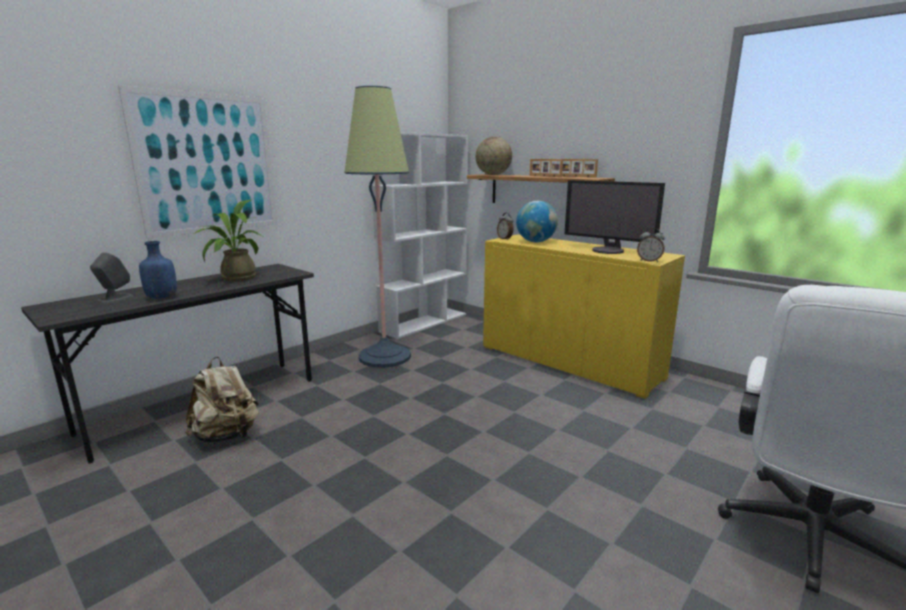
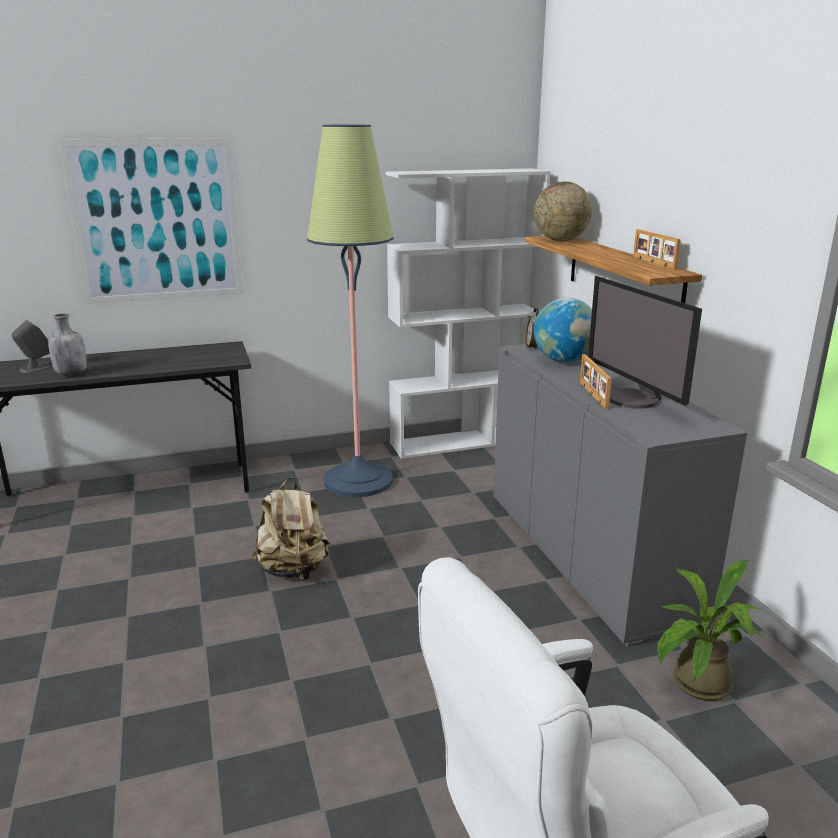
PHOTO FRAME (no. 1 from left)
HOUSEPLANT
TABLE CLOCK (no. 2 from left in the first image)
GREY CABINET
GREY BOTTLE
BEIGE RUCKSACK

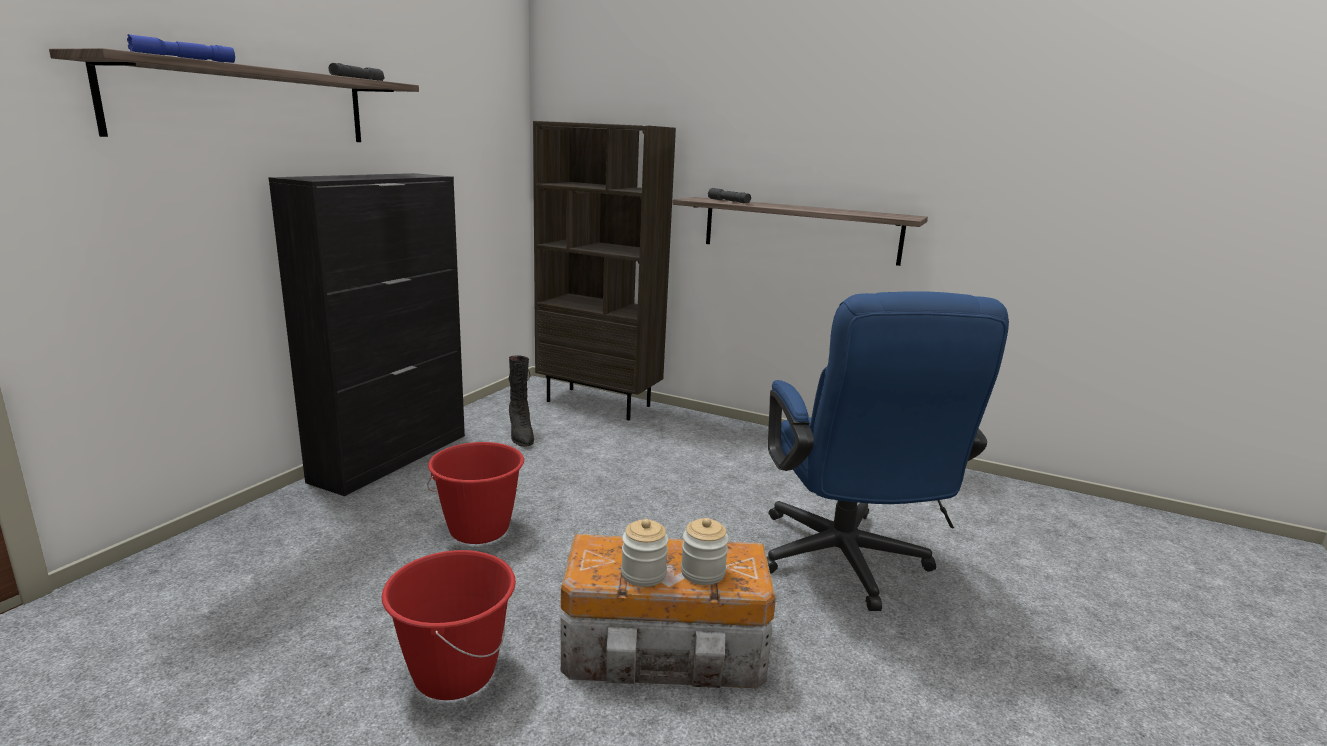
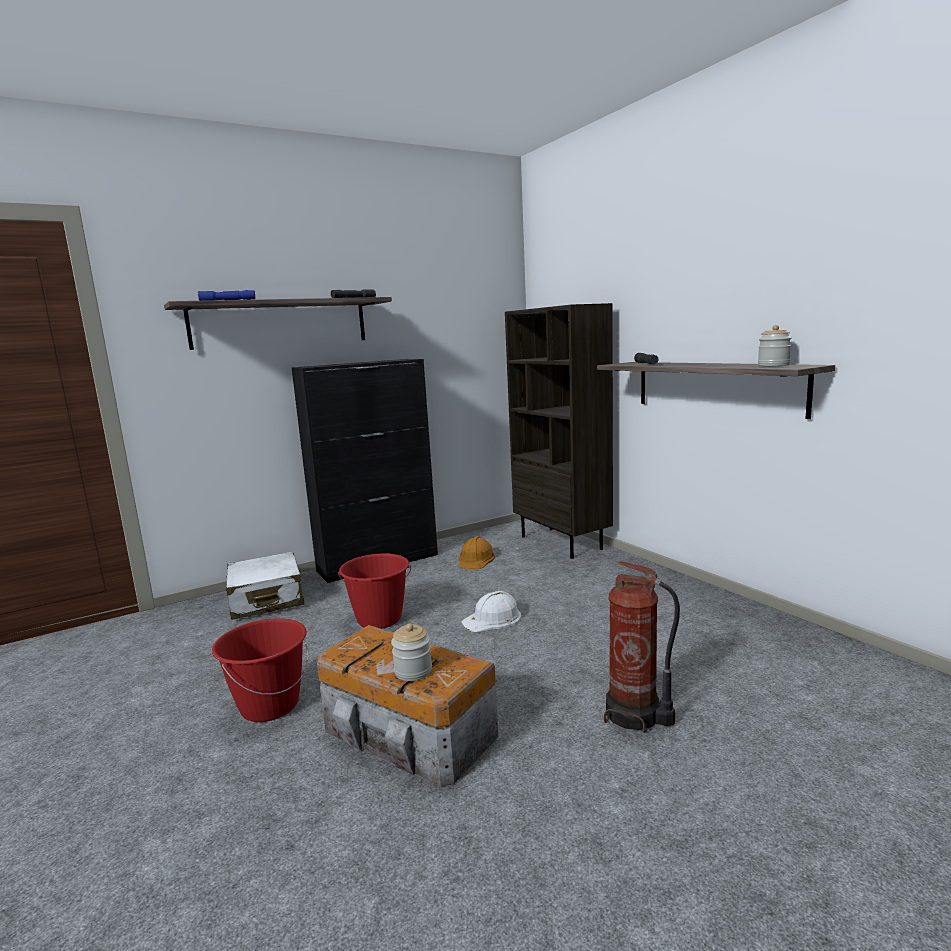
FIRE-FIGHTING CYLINDER
ORANGE-COLOURED SAFETY HELMET
JAR (no. 2 from left)
WHITE-COLOURED TRAVEL CASE
WHITE-COLOURED SAFETY HELMET

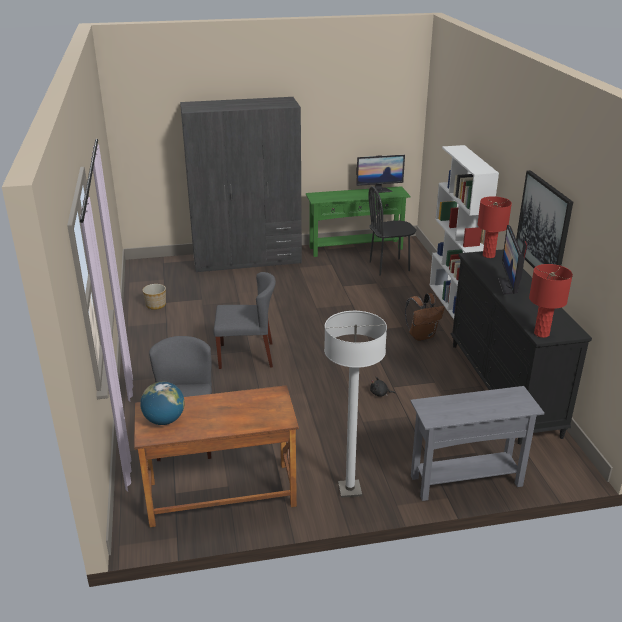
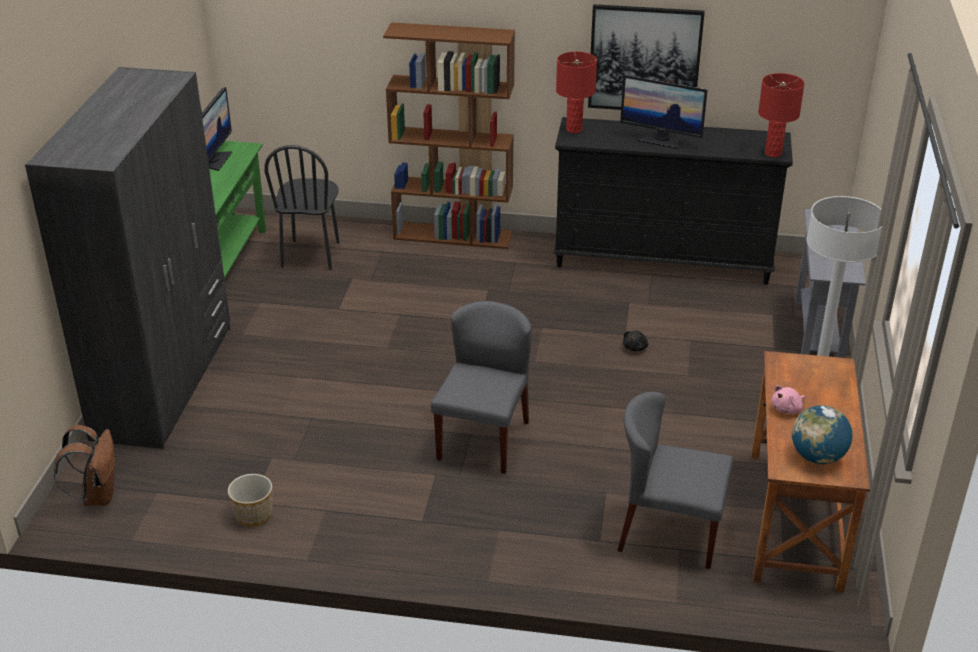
BROWN-COLOURED BOOKCASE
BROWN-COLOURED RUCKSACK
PINKISH SOFT TOY

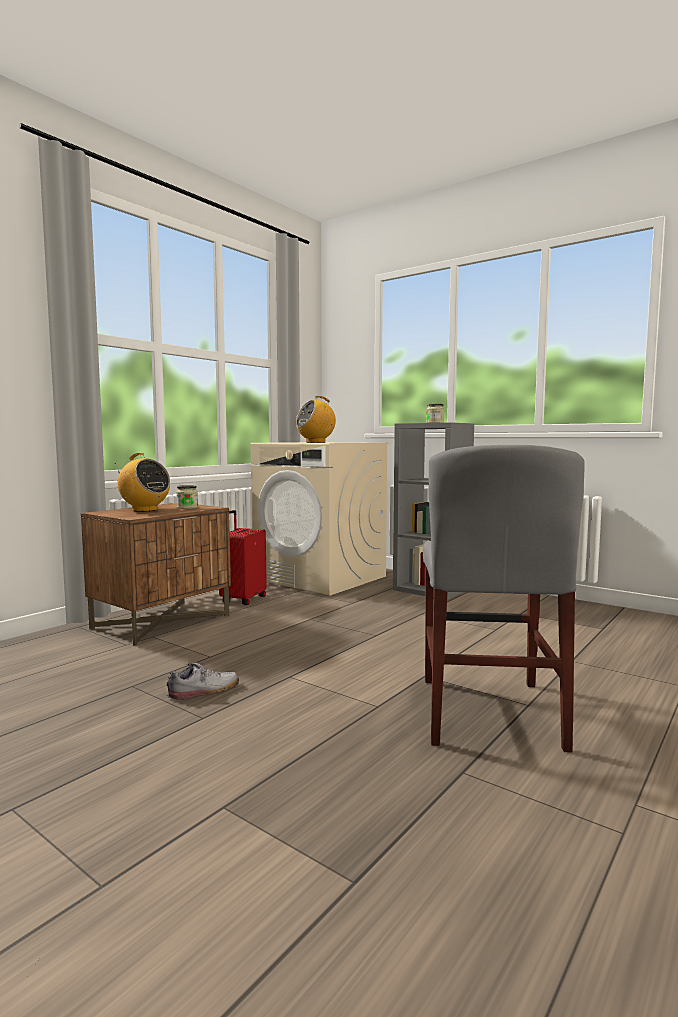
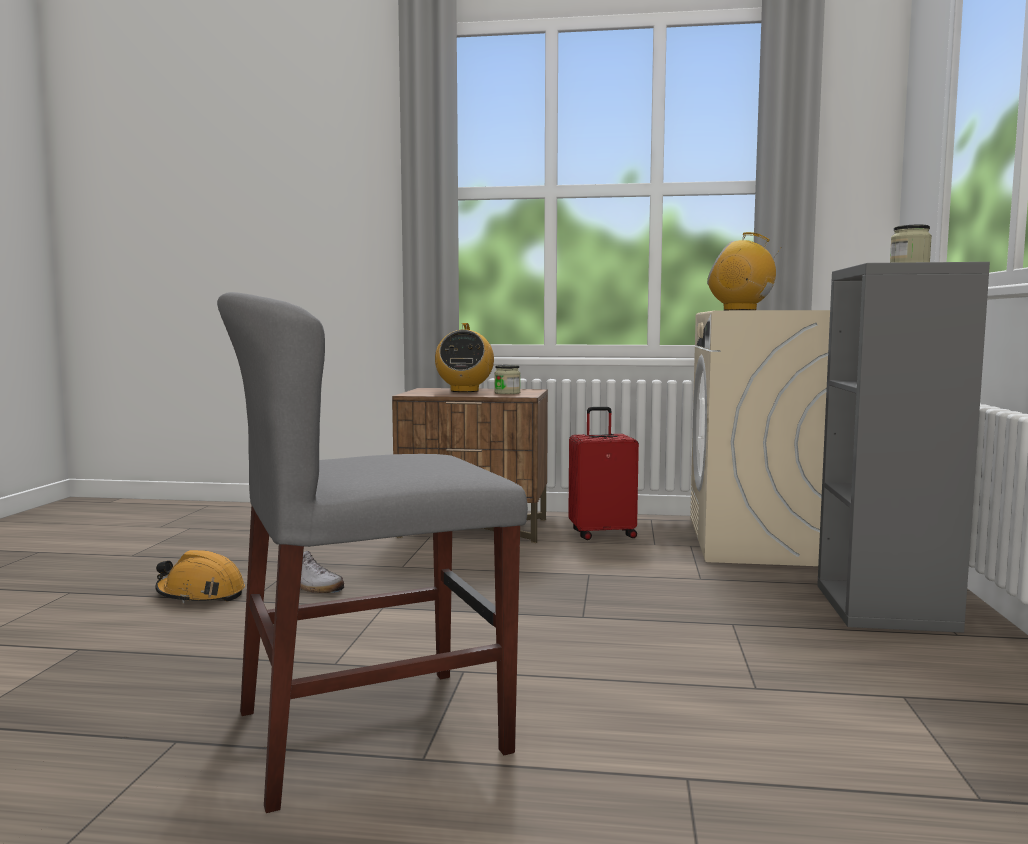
ORANGE-COLOURED SAFETY HELMET

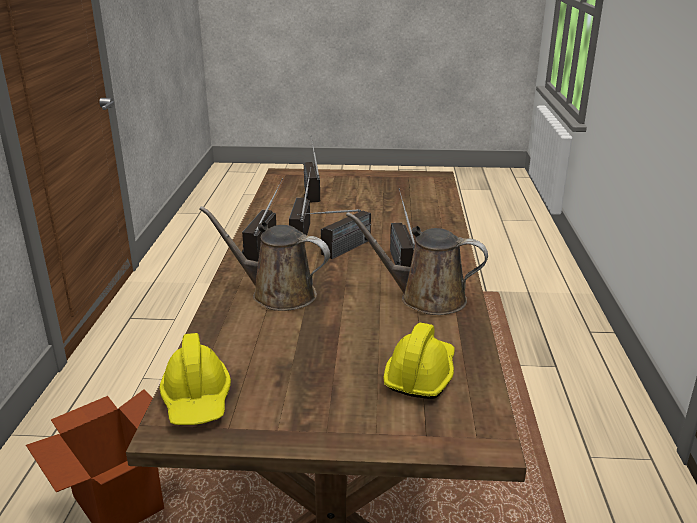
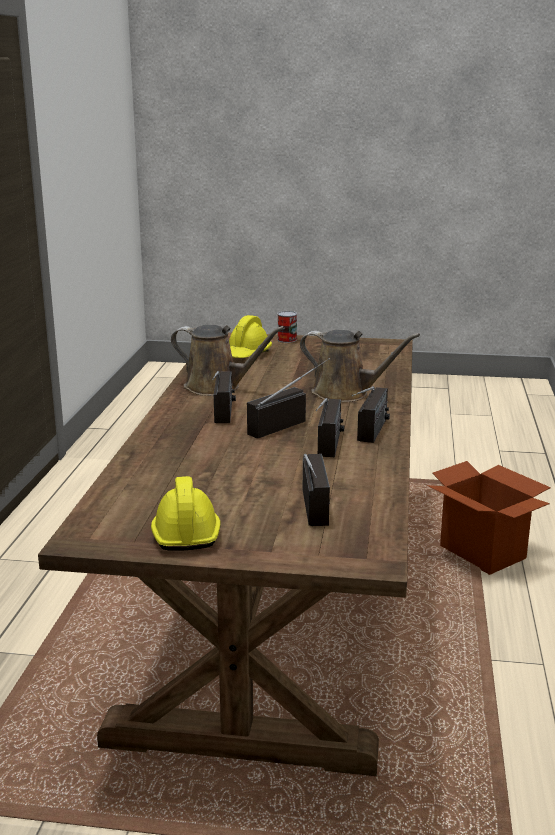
YELLOW-COLOURED SAFETY HELMET (no. 1 from left)
METAL CAN

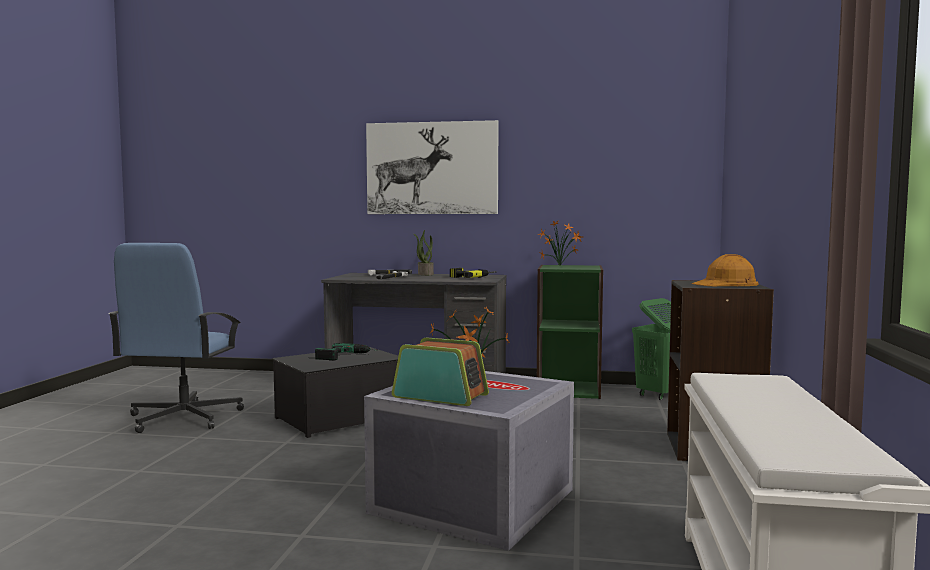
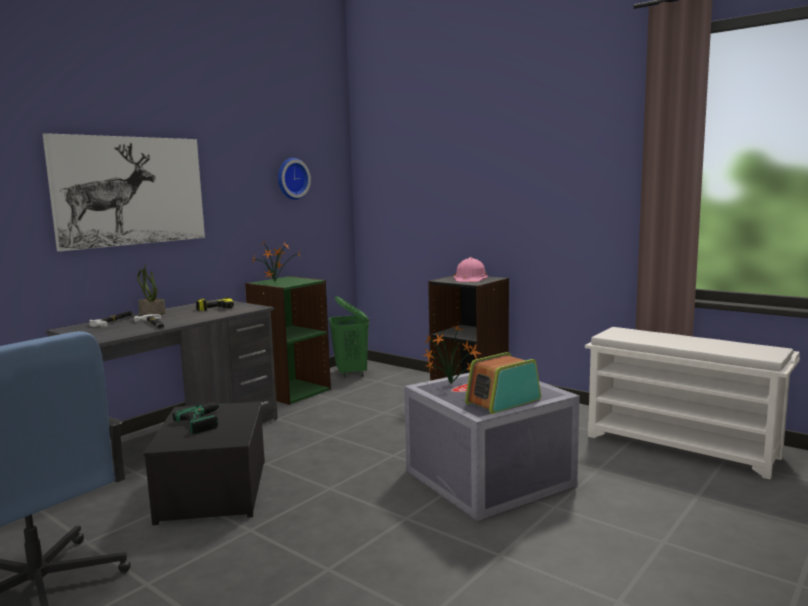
PINKISH SAFETY HELMET
CLOCK ON THE WALL

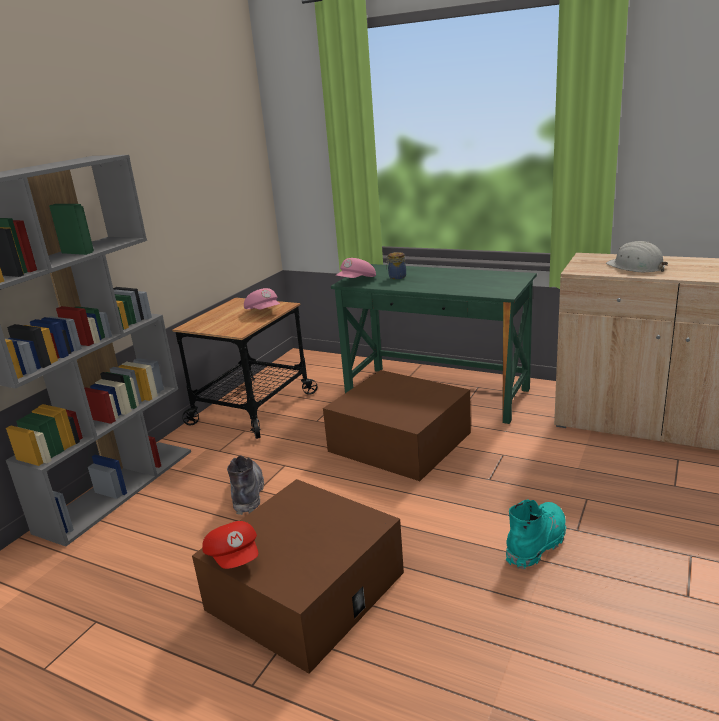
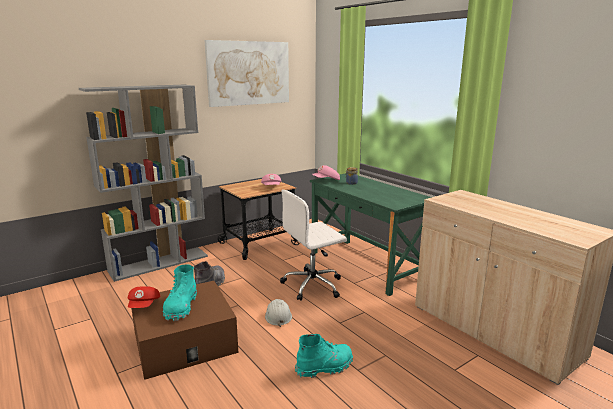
WHITE-COLOURED SAFETY HELMET
WHITE-COLOURED DESK CHAIR
PICTURE
TURQUOISE-COLOURED HIGH-TOP BOOT (no. 1 from left)

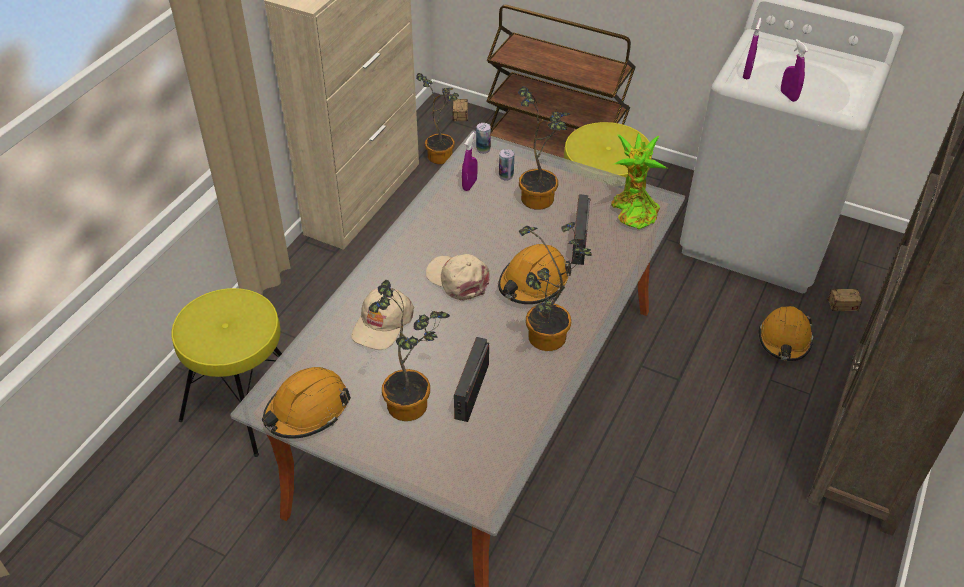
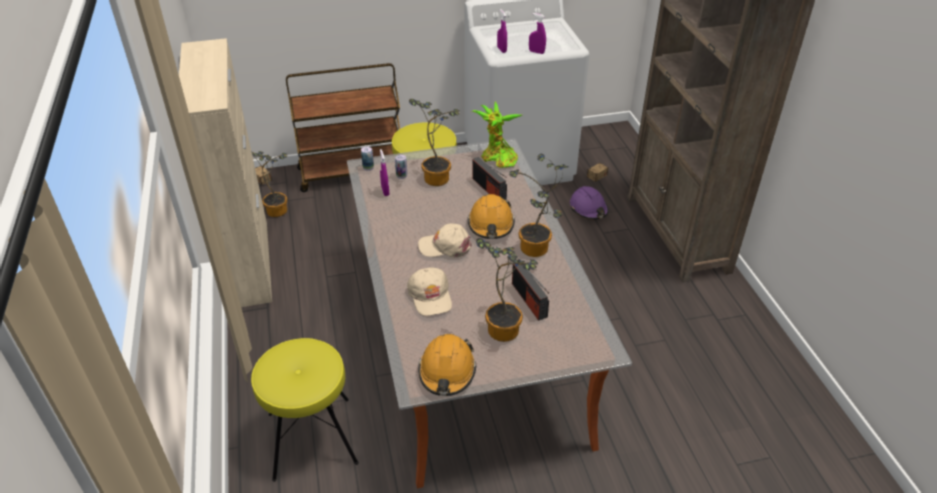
PURPLE SAFETY HELMET

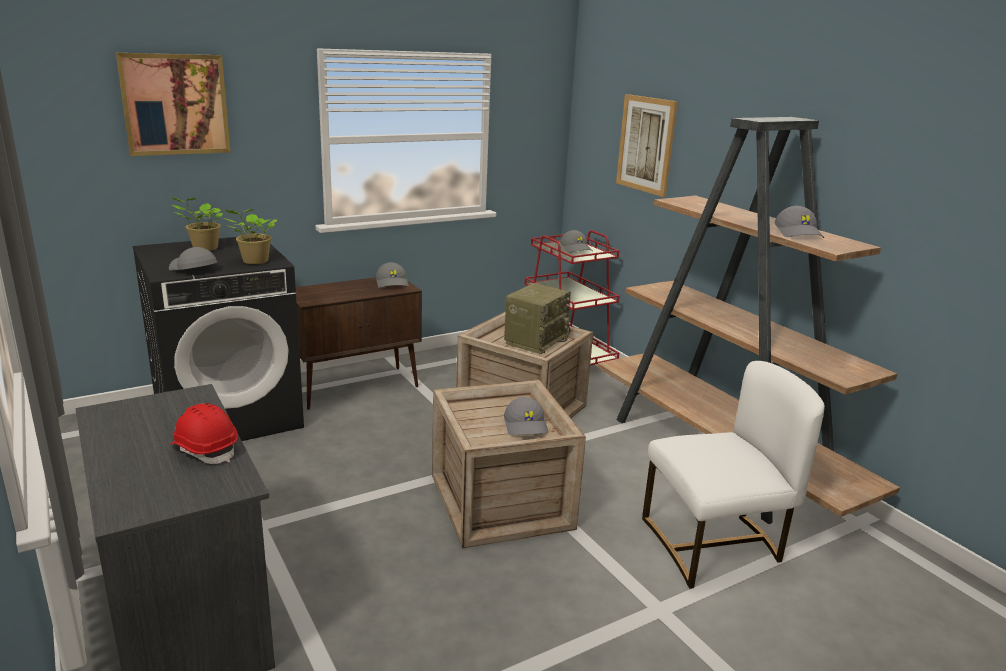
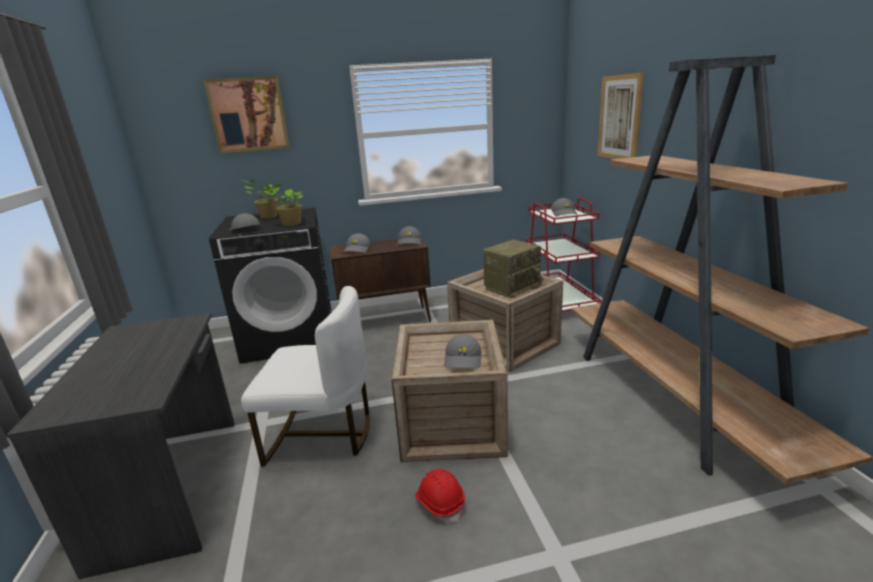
GREY CAP (no. 2 from left)
WHITE-COLOURED UPRIGHT CHAIR
REDDISH SAFETY HELMET

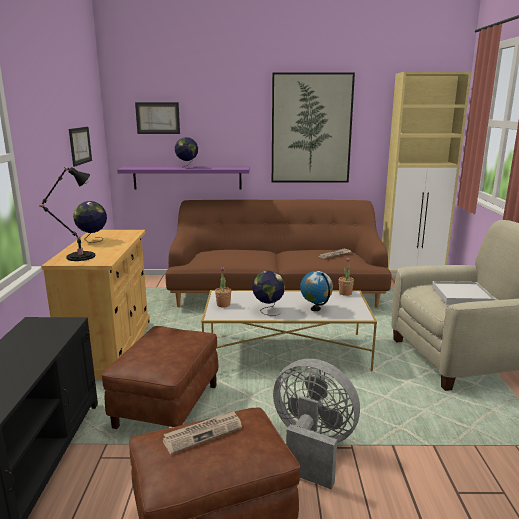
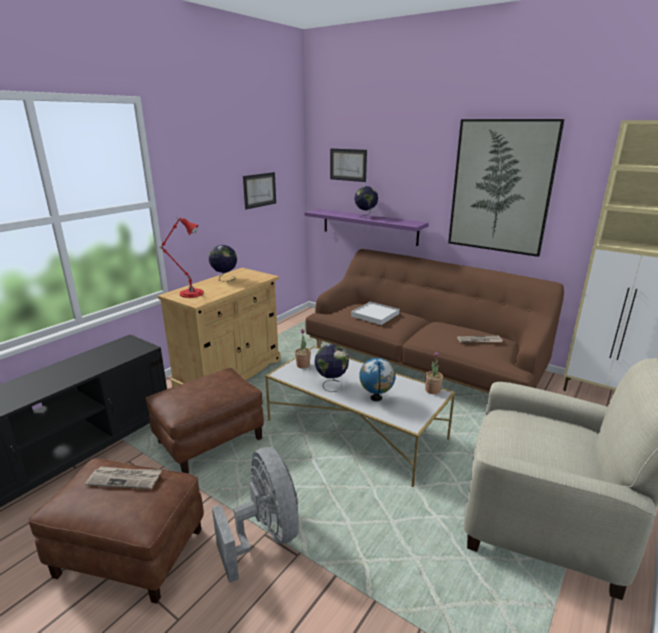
REDDISH TABLE LAMP
WHITE-COLOURED TRAY

